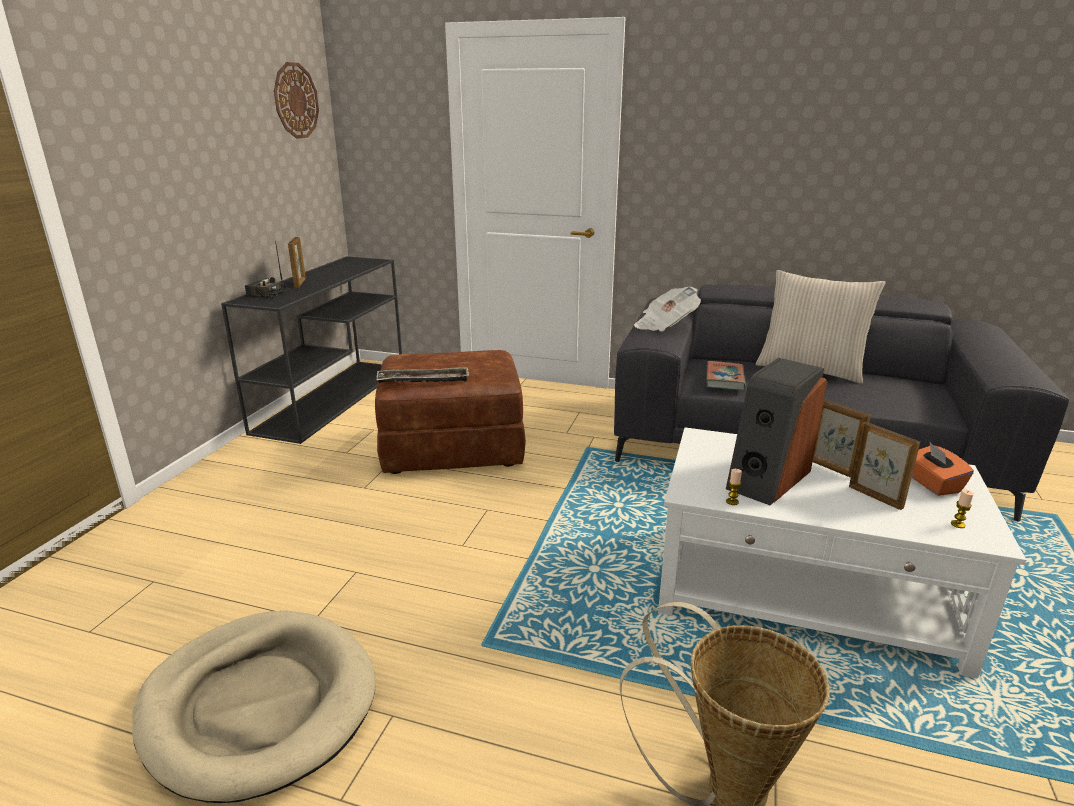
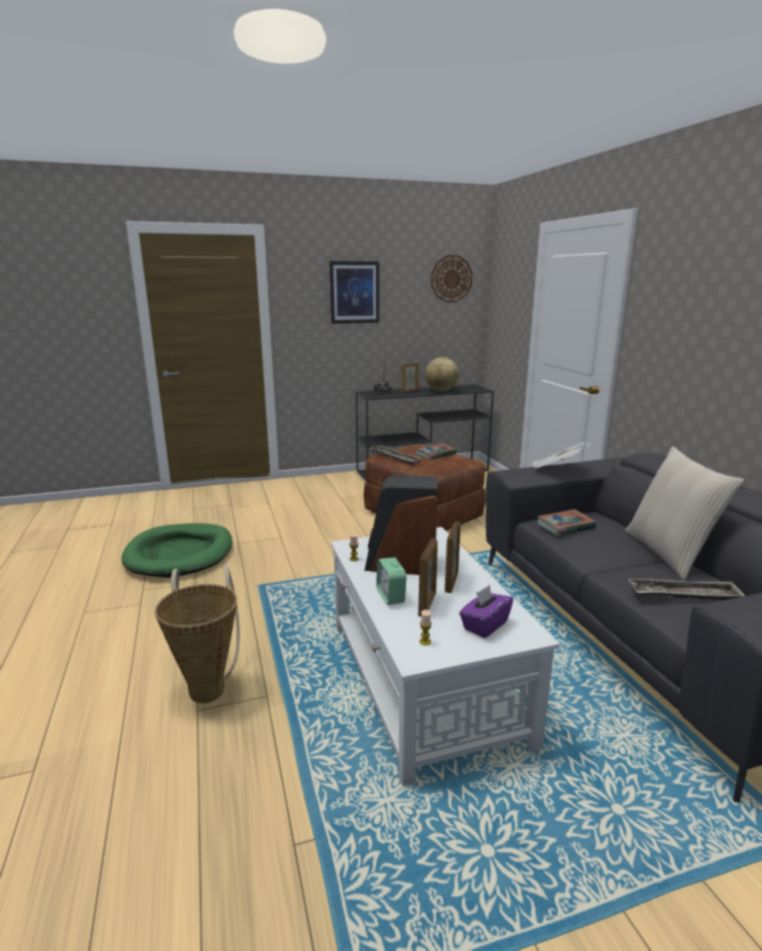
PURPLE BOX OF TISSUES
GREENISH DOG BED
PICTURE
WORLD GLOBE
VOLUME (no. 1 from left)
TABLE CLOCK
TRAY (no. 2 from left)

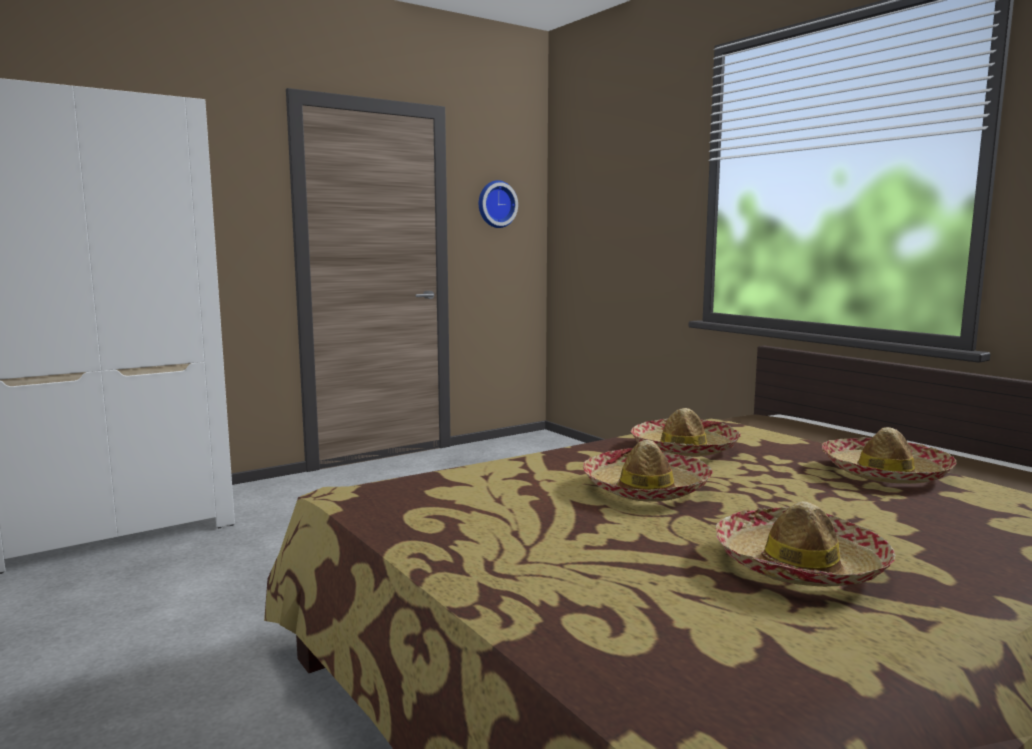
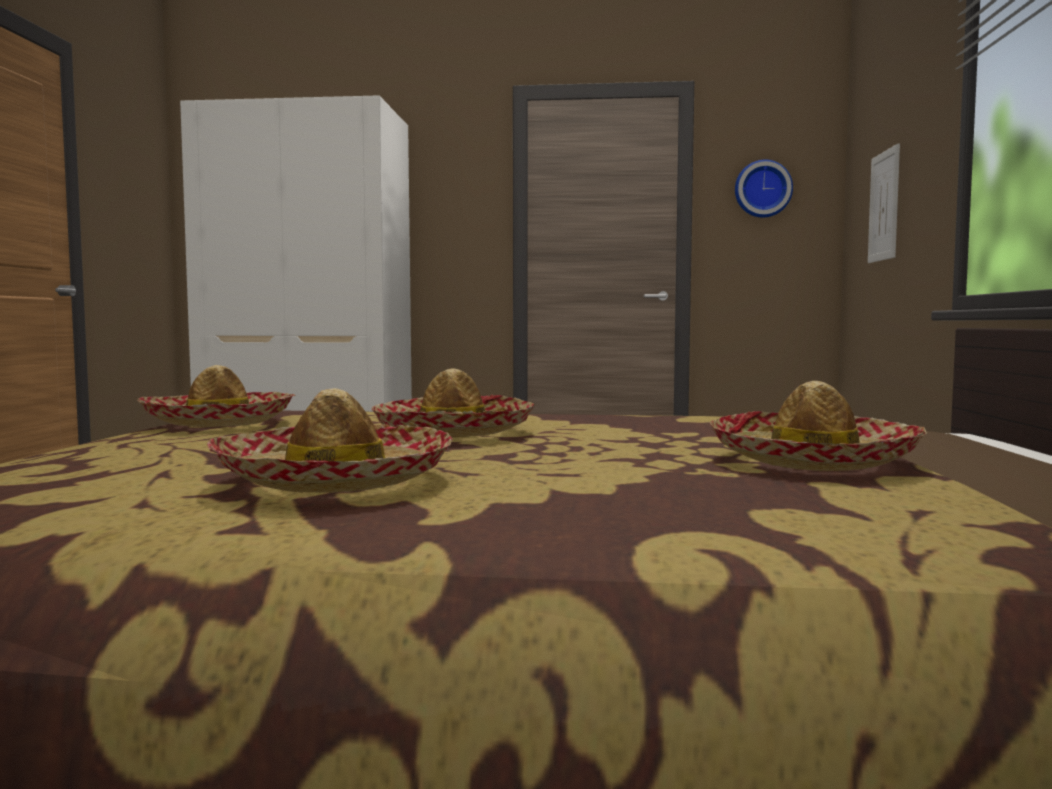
WEARABLE HAT (no. 1 from left)
PICTURE

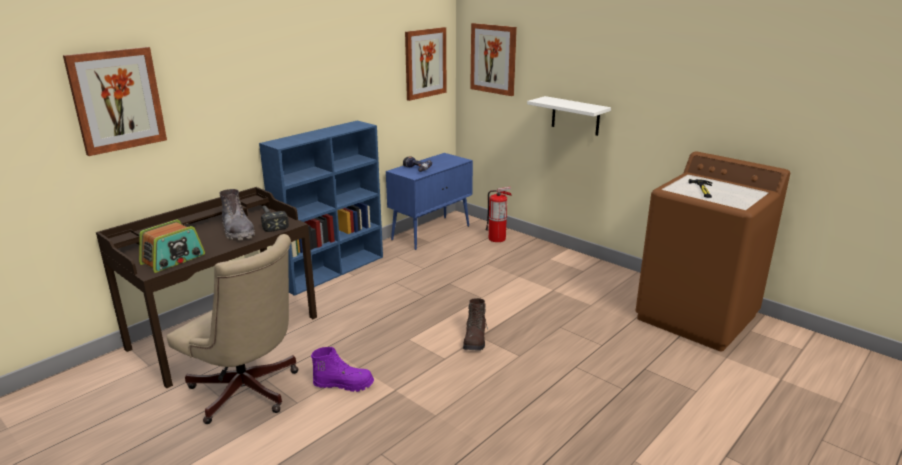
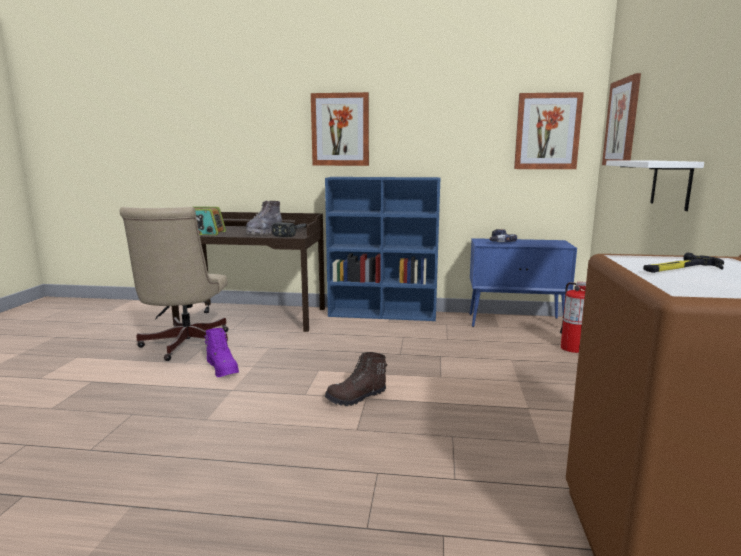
PICTURE (no. 1 from left)

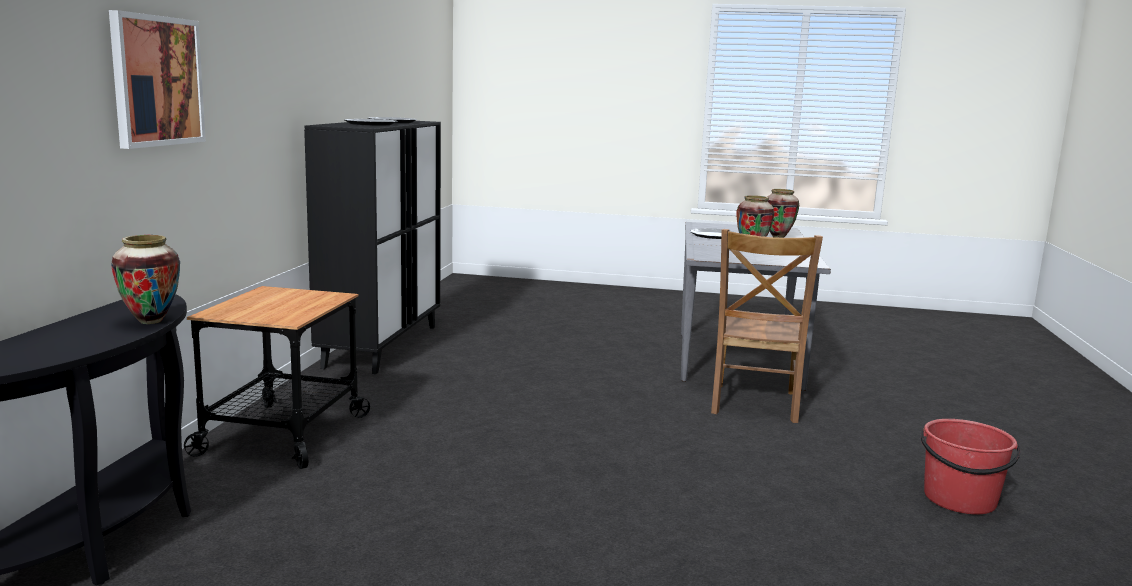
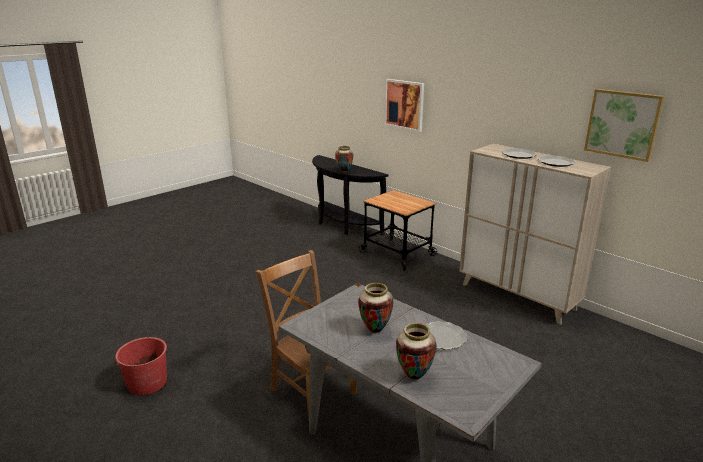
BEIGE CABINET
PICTURE (no. 2 from left)

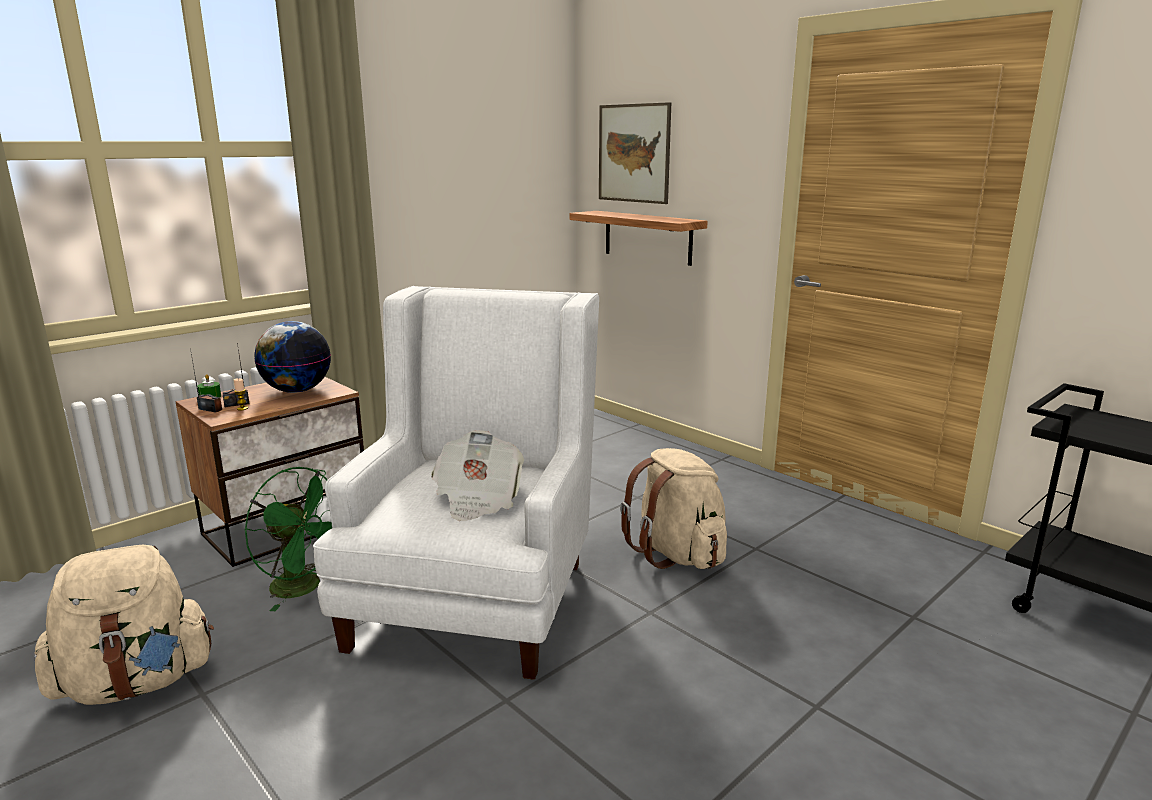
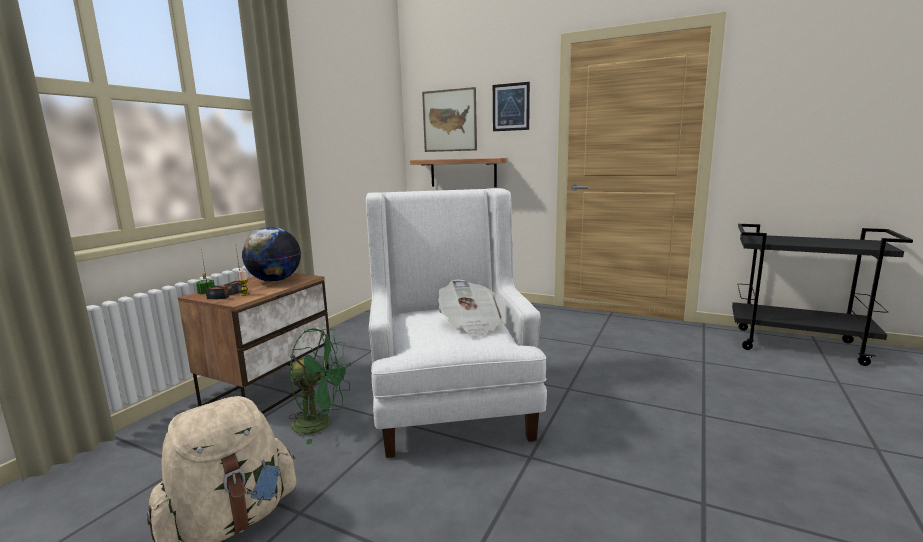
BEIGE RUCKSACK (no. 2 from left in the first image)
PICTURE (no. 2 from left)

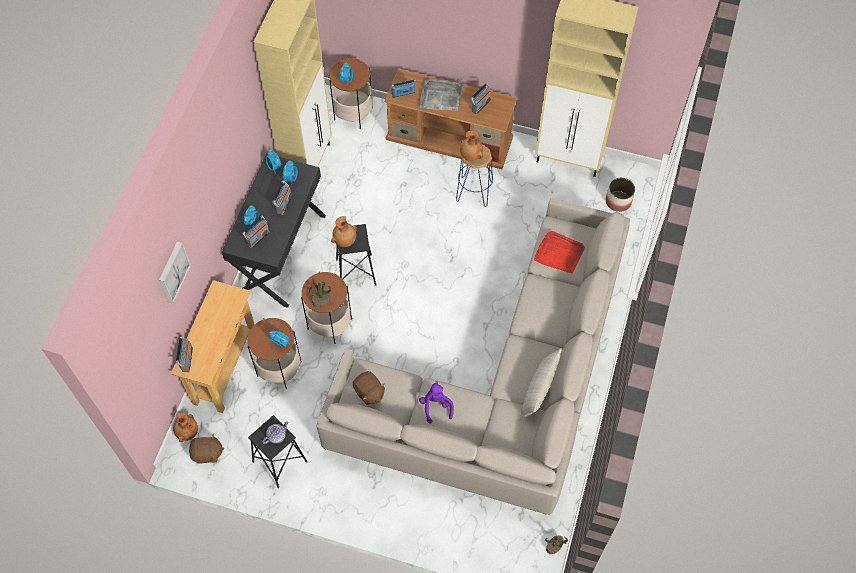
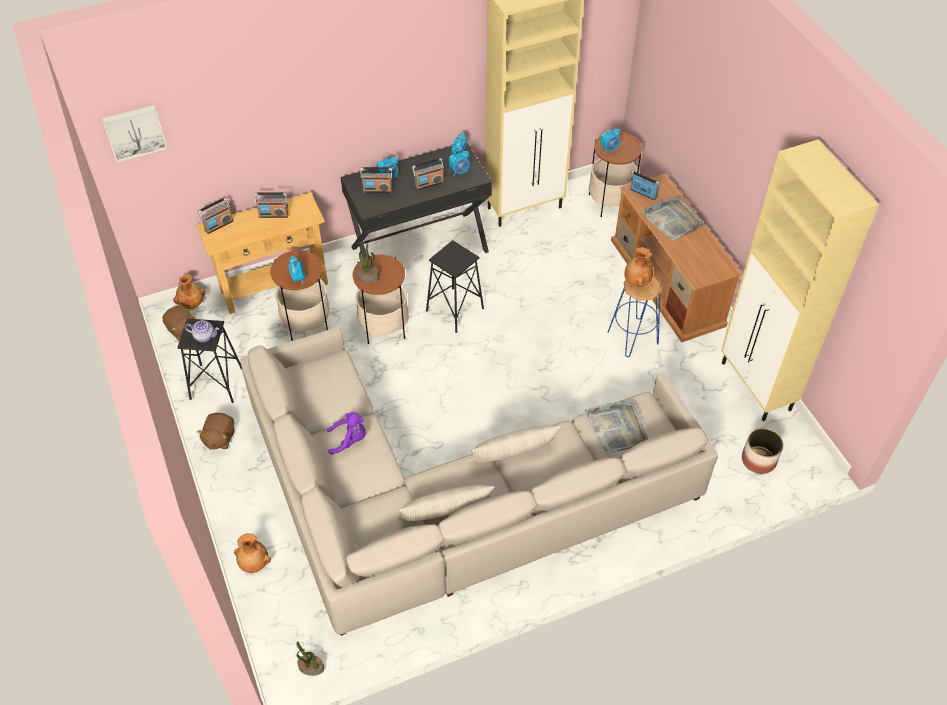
RADIO SET (no. 2 from left)
BROWN-COLOURED VASE (no. 2 from left)
GREY TRAY (no. 1 from left)
PICTURE
BROWN-COLOURED SOFT TOY (no. 2 from left)
PURPLE SOFT TOY
BEIGE THROW PILLOW (no. 2 from left)

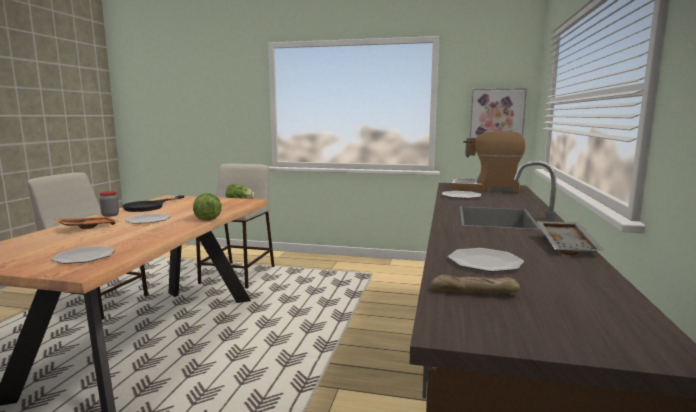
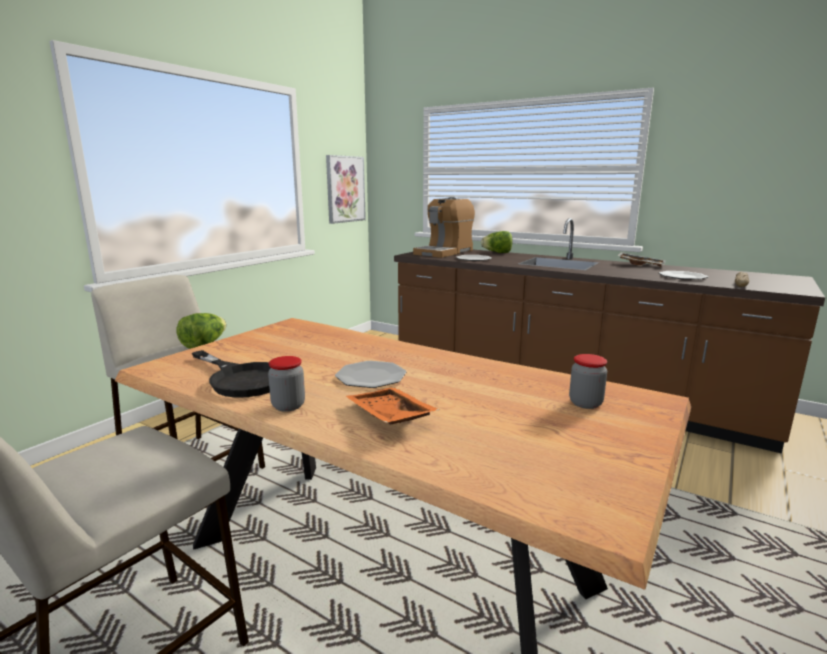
LETTUCE HEAD (no. 2 from left)
JAR (no. 2 from left)

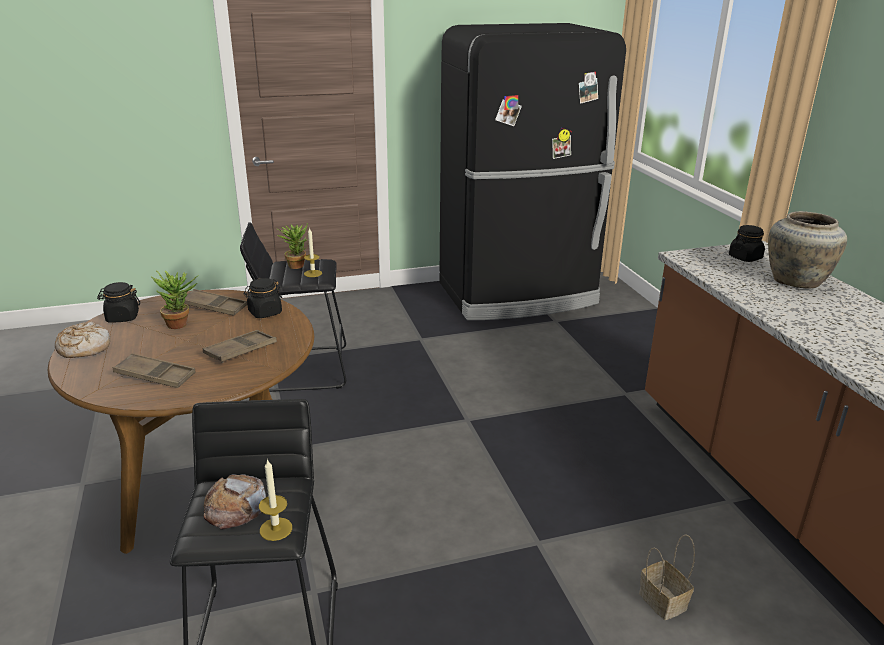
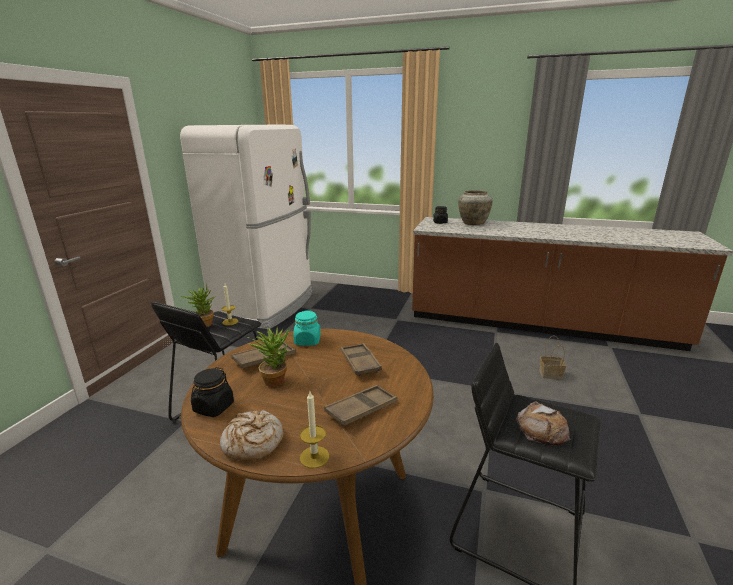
WHITE-COLOURED FRIDGE
TURQUOISE-COLOURED JAR
WAX LIGHT (no. 2 from left)

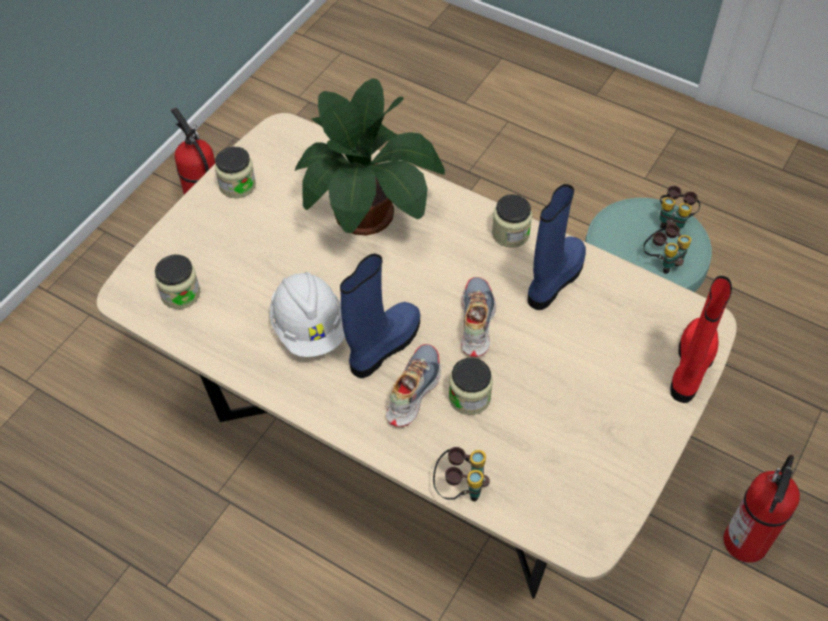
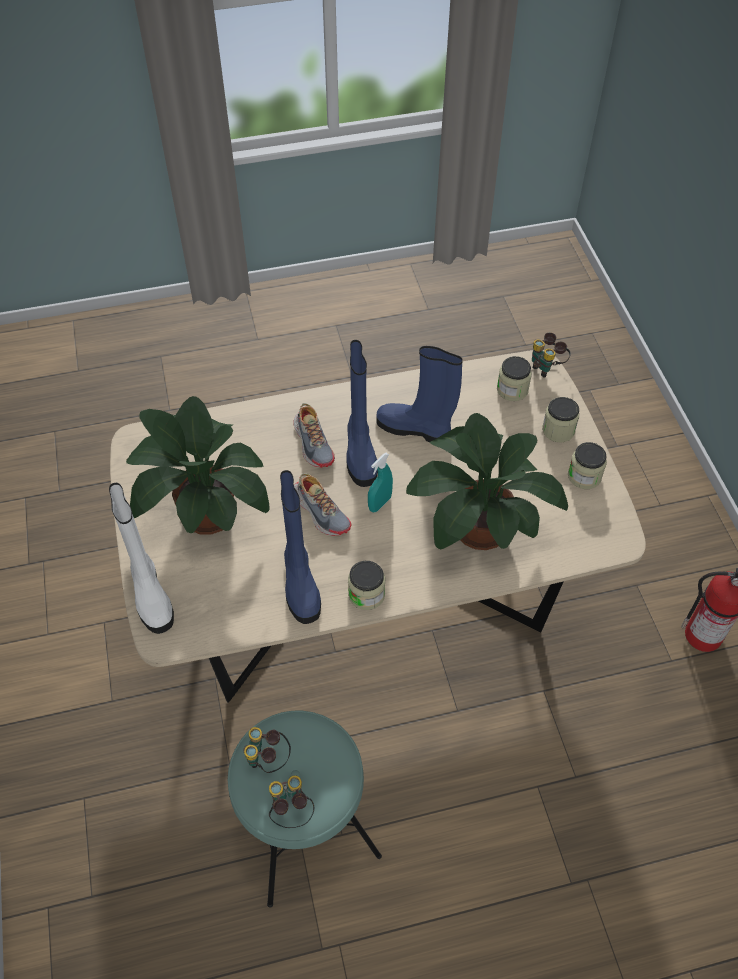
BLUE HIGH-TOP BOOT (no. 3 from left)
WHITE-COLOURED HIGH-TOP BOOT
JAR (no. 3 from left)
PAIR OF BINOCULARS (no. 3 from left)
FIRE-FIGHTING CYLINDER (no. 2 from left in the first image)
HOUSEPLANT (no. 1 from left)
TURQUOISE-COLOURED SPRAYER

